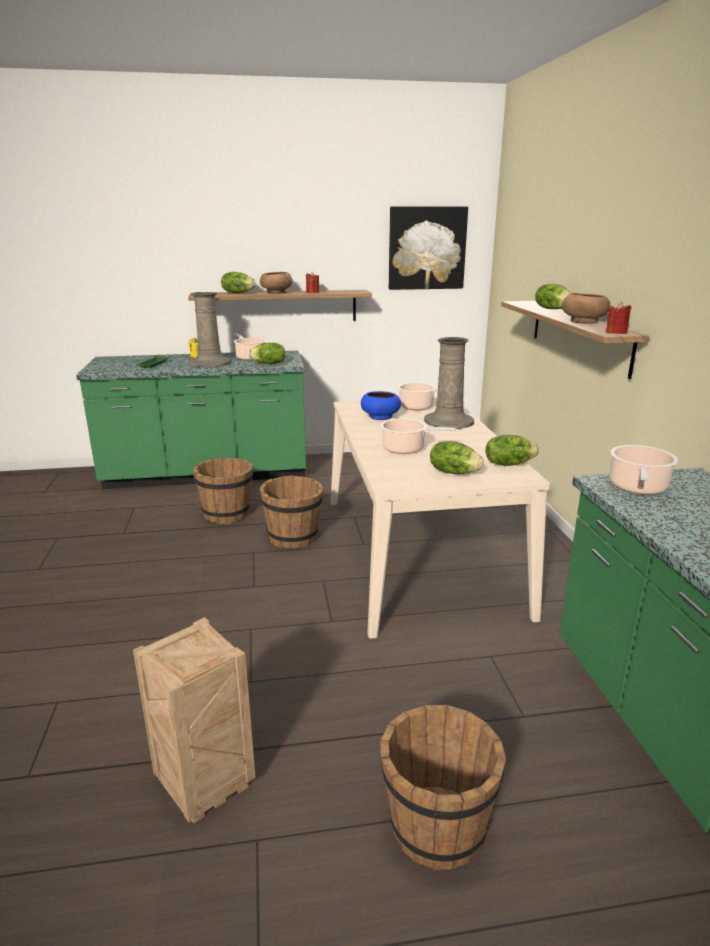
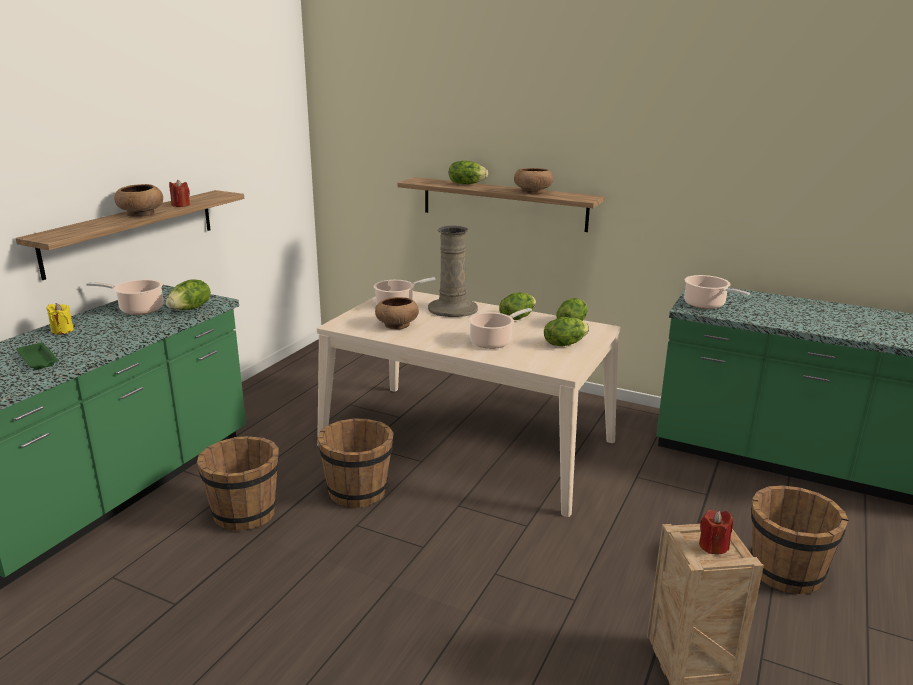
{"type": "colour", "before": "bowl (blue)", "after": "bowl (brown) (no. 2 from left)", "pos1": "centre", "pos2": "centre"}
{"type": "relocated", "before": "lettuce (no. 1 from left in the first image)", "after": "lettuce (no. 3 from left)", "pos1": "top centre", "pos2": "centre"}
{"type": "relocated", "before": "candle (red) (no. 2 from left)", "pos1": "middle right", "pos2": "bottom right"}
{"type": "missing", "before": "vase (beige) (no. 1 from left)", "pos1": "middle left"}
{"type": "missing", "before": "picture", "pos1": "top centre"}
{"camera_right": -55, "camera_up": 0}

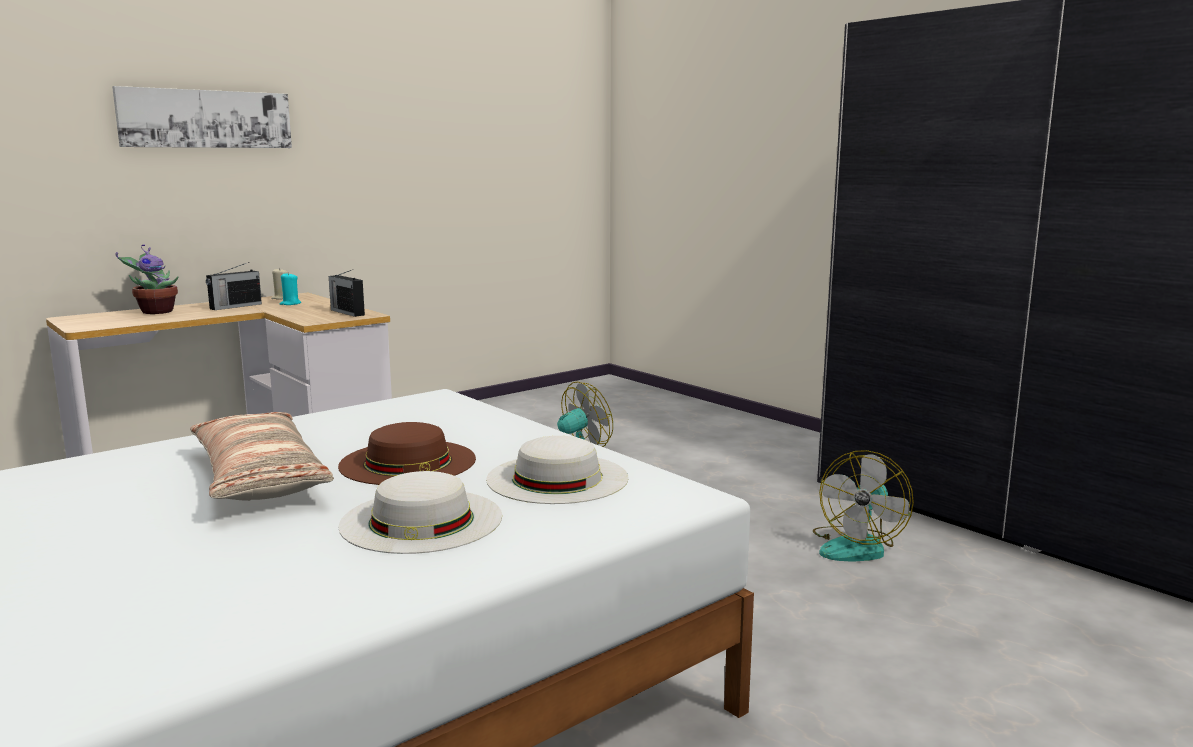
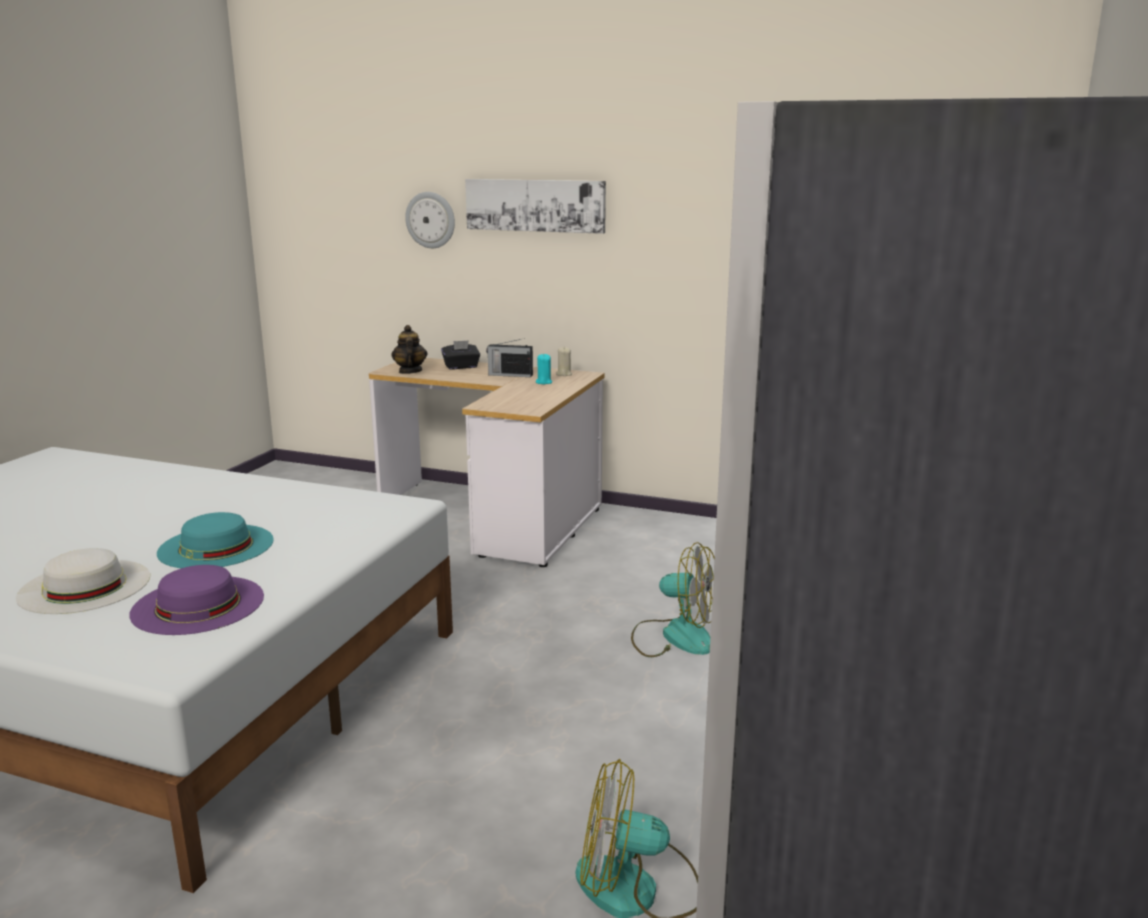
{"type": "colour", "before": "hat (white) (no. 2 from left)", "after": "hat (purple)", "pos1": "centre", "pos2": "middle left"}
{"type": "colour", "before": "hat (brown)", "after": "hat (turquoise)", "pos1": "centre", "pos2": "middle left"}
{"type": "appeared", "after": "teapot", "pos2": "centre"}
{"type": "appeared", "after": "wall clock", "pos2": "top centre"}
{"type": "exchanged", "before": "potted plant", "after": "tissue box (black)", "pos1": "middle left", "pos2": "centre"}
{"type": "missing", "before": "pillow", "pos1": "middle left"}
{"type": "missing", "before": "radio (no. 2 from left)", "pos1": "middle left"}
{"camera_right": 60, "camera_up": 5}

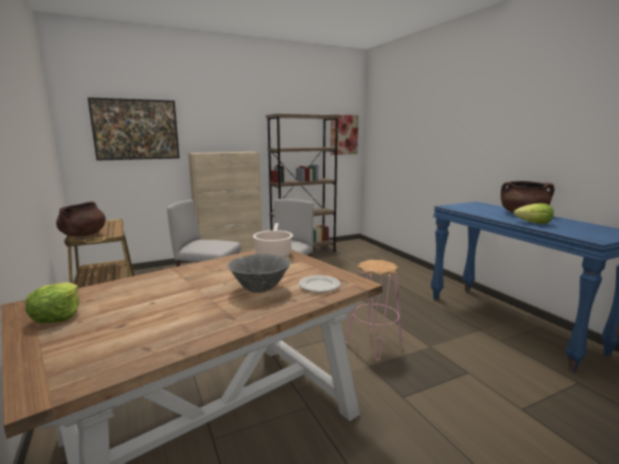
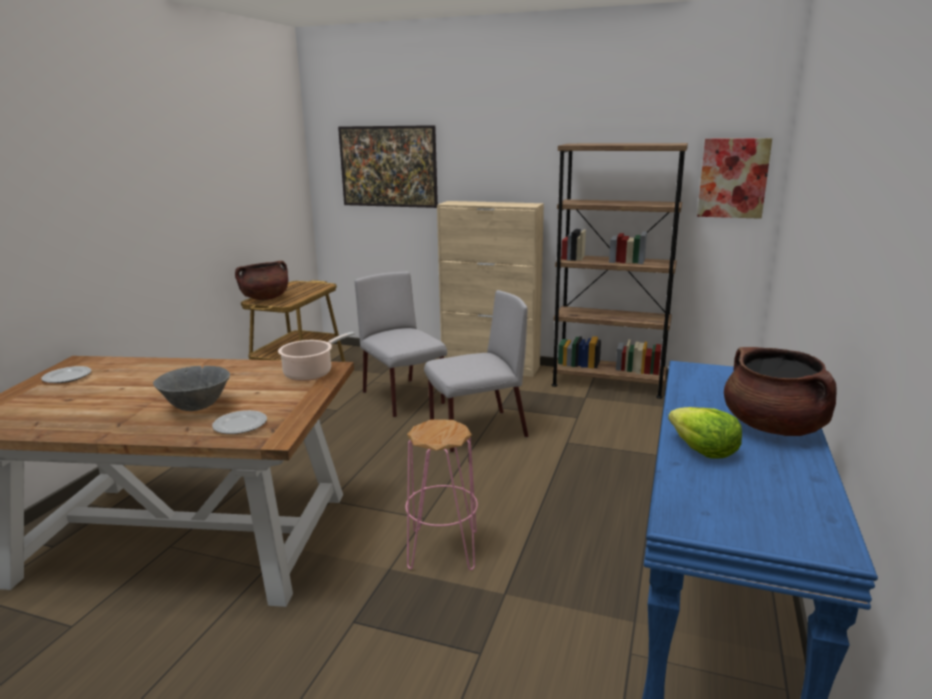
{"type": "exchanged", "before": "lettuce (no. 1 from left)", "after": "plate (no. 1 from left)", "pos1": "middle left", "pos2": "middle left"}
{"camera_right": 45, "camera_up": 5}

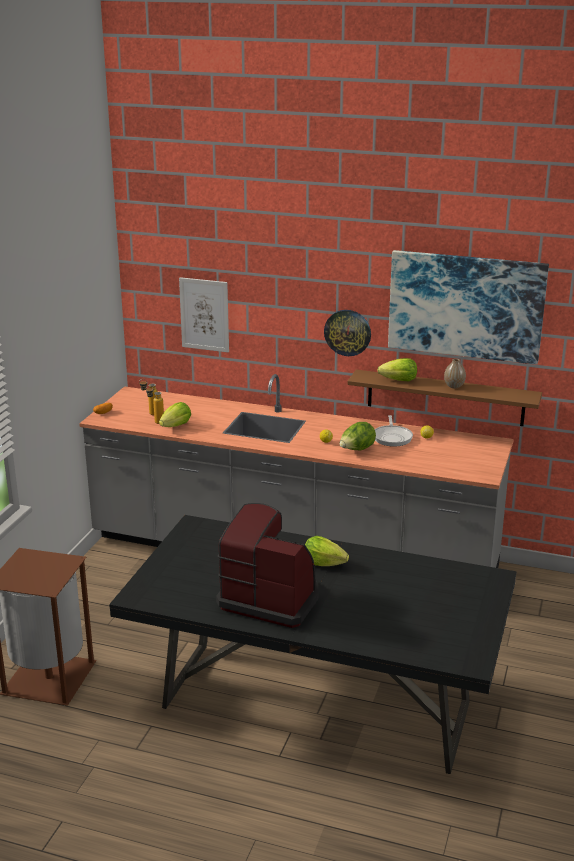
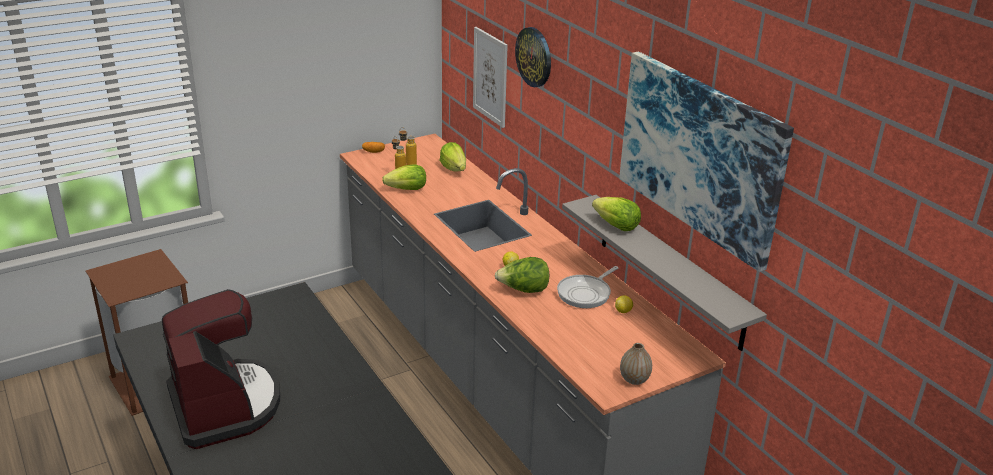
{"type": "relocated", "before": "lettuce (no. 2 from left)", "pos1": "centre", "pos2": "top centre"}
{"type": "relocated", "before": "wall clock", "pos1": "centre", "pos2": "top centre"}
{"type": "colour", "before": "shelf (brown)", "after": "shelf (grey)", "pos1": "middle right", "pos2": "middle right"}
{"type": "relocated", "before": "vase", "pos1": "middle right", "pos2": "bottom centre"}
{"camera_right": 40, "camera_up": 5}

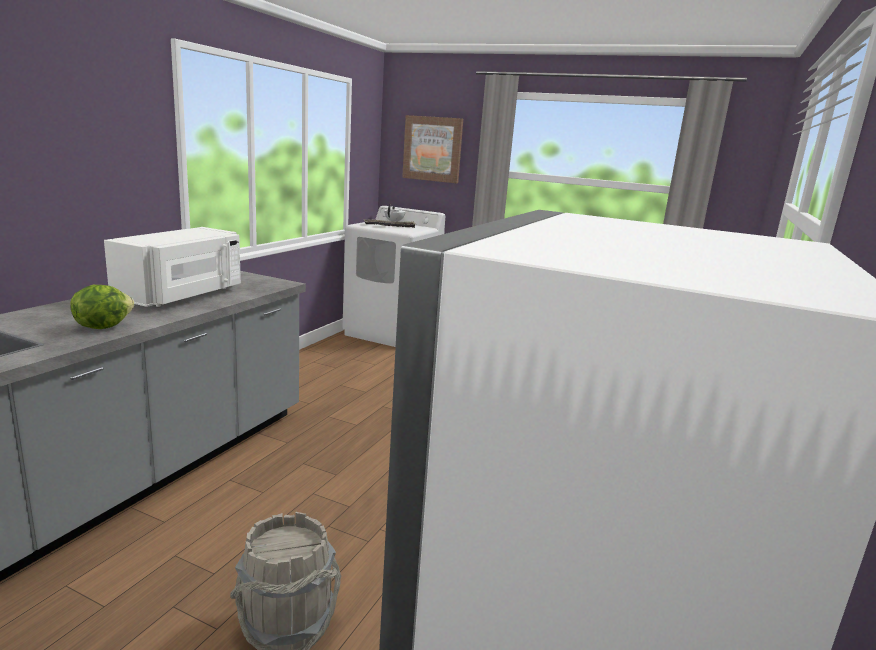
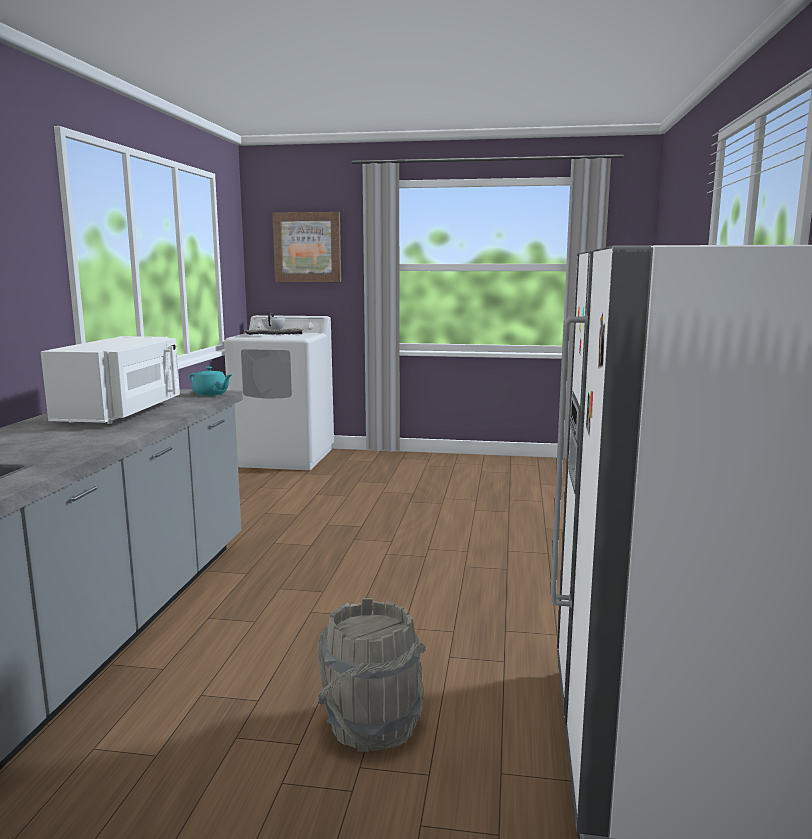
{"type": "appeared", "after": "teapot (turquoise)", "pos2": "middle left"}
{"type": "missing", "before": "lettuce", "pos1": "middle left"}
{"camera_right": -15, "camera_up": -5}

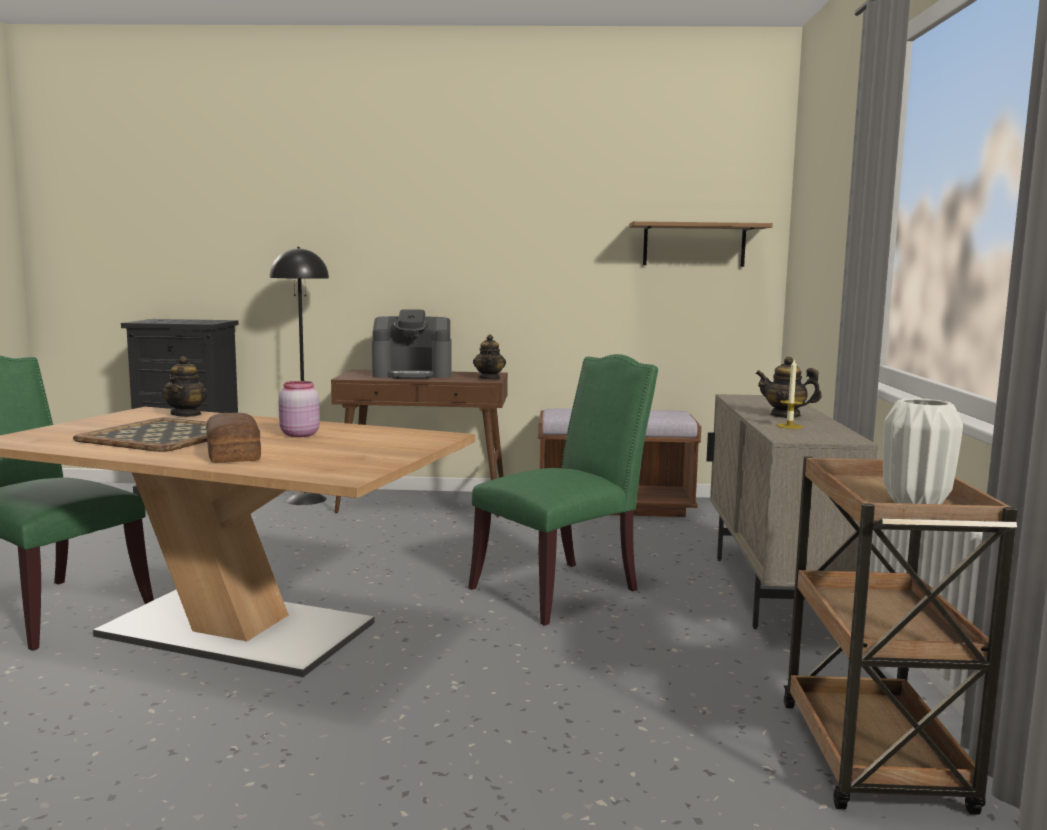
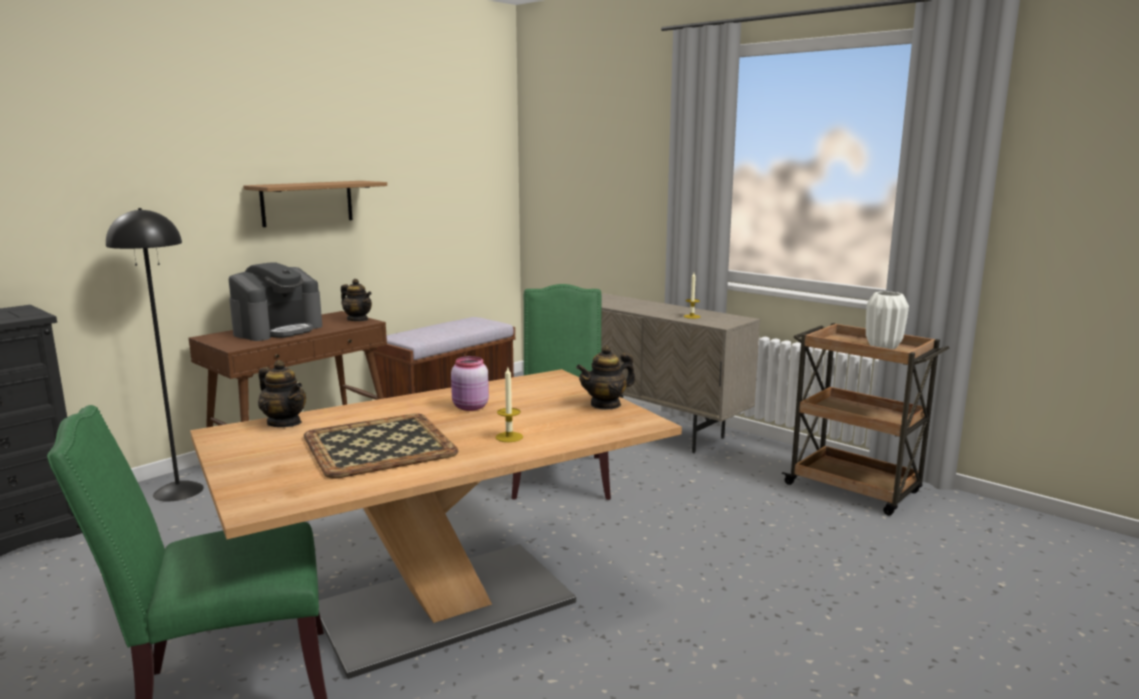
{"type": "relocated", "before": "shelf", "pos1": "top right", "pos2": "top left"}
{"type": "exchanged", "before": "bread", "after": "candle (no. 1 from left)", "pos1": "middle left", "pos2": "centre"}
{"type": "relocated", "before": "teapot (no. 3 from left)", "pos1": "middle right", "pos2": "centre"}
{"camera_right": -50, "camera_up": 5}

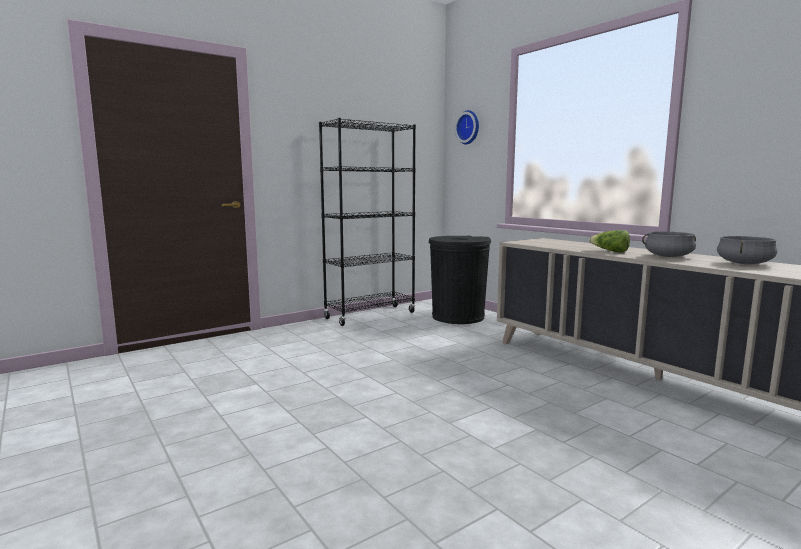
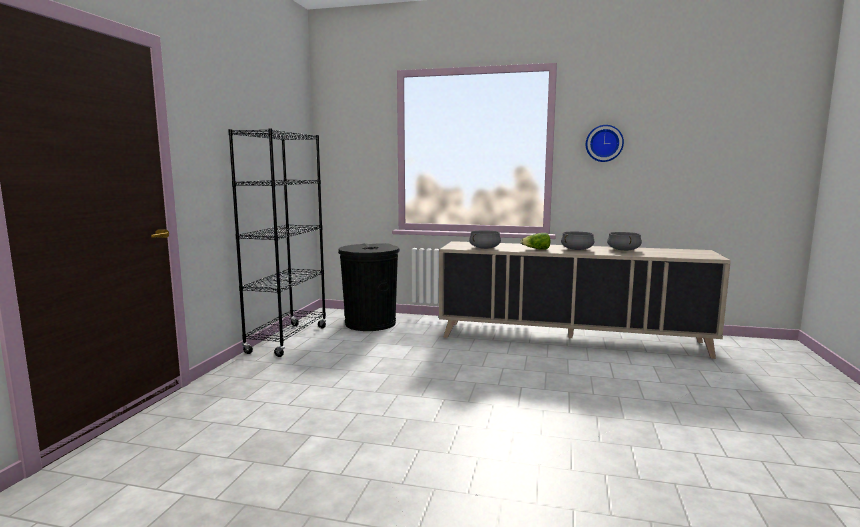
{"type": "appeared", "after": "cooking pot (grey) (no. 1 from left)", "pos2": "centre"}
{"type": "relocated", "before": "wall clock", "pos1": "top centre", "pos2": "top right"}
{"camera_right": -40, "camera_up": 0}

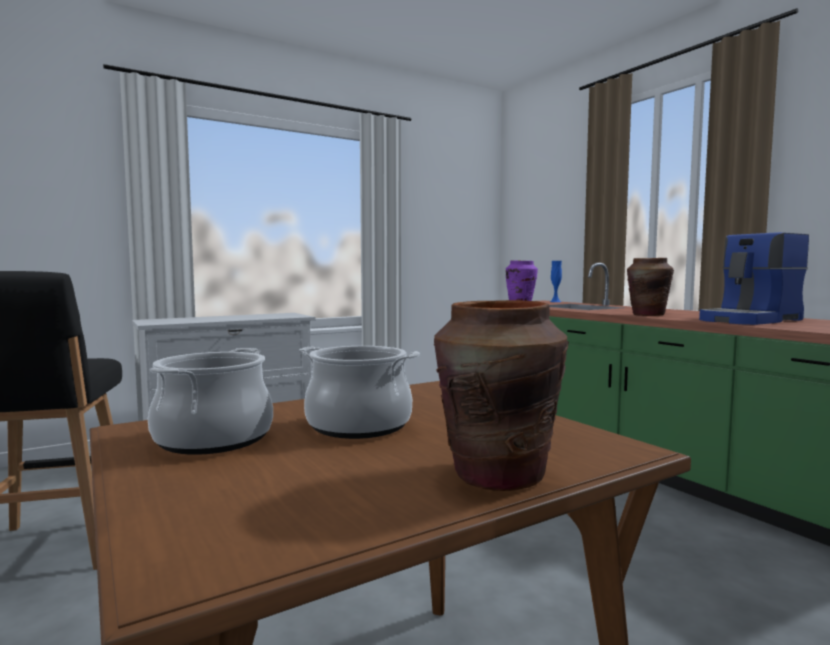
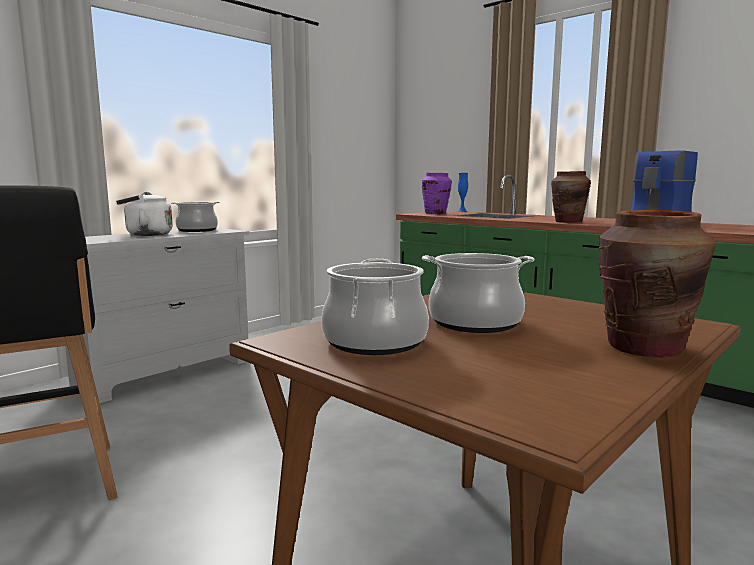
{"type": "appeared", "after": "kettle (white)", "pos2": "middle left"}
{"type": "appeared", "after": "cooking pot (no. 1 from left)", "pos2": "middle left"}
{"camera_right": -15, "camera_up": 5}

